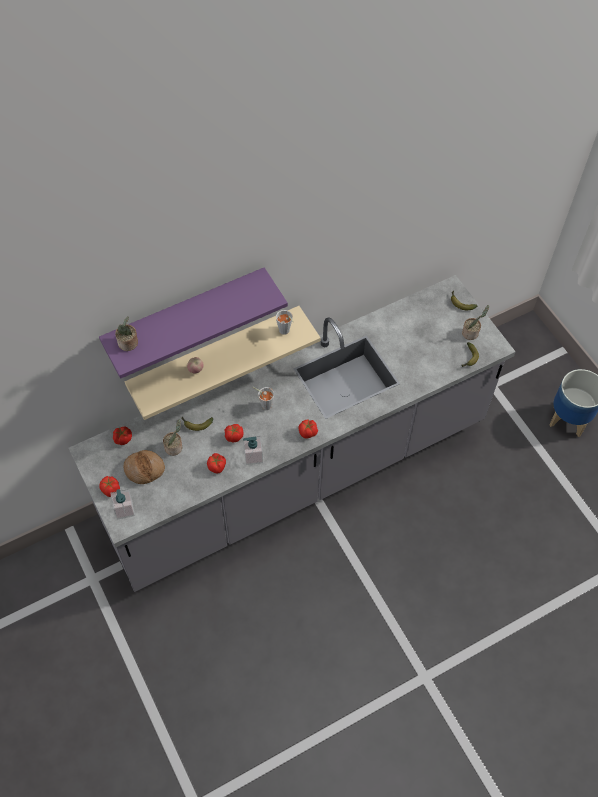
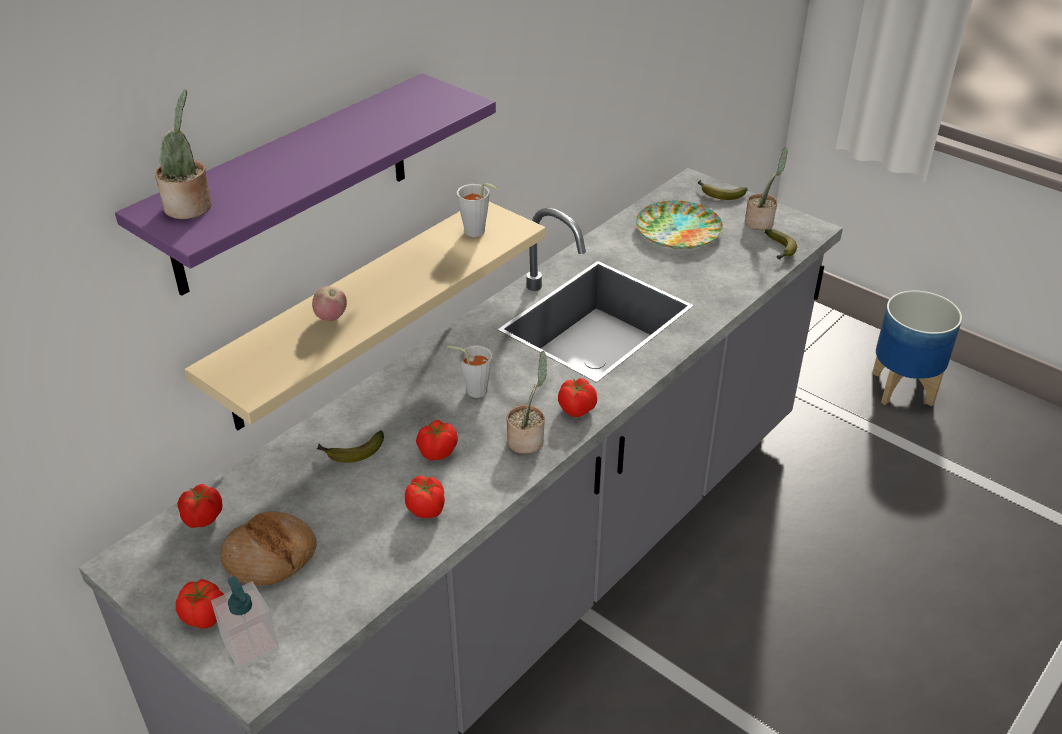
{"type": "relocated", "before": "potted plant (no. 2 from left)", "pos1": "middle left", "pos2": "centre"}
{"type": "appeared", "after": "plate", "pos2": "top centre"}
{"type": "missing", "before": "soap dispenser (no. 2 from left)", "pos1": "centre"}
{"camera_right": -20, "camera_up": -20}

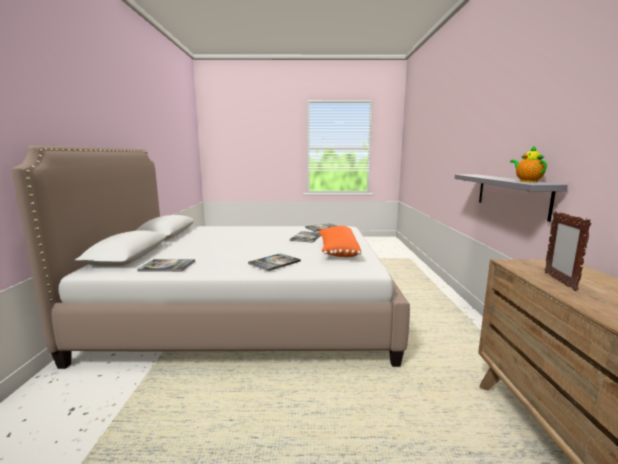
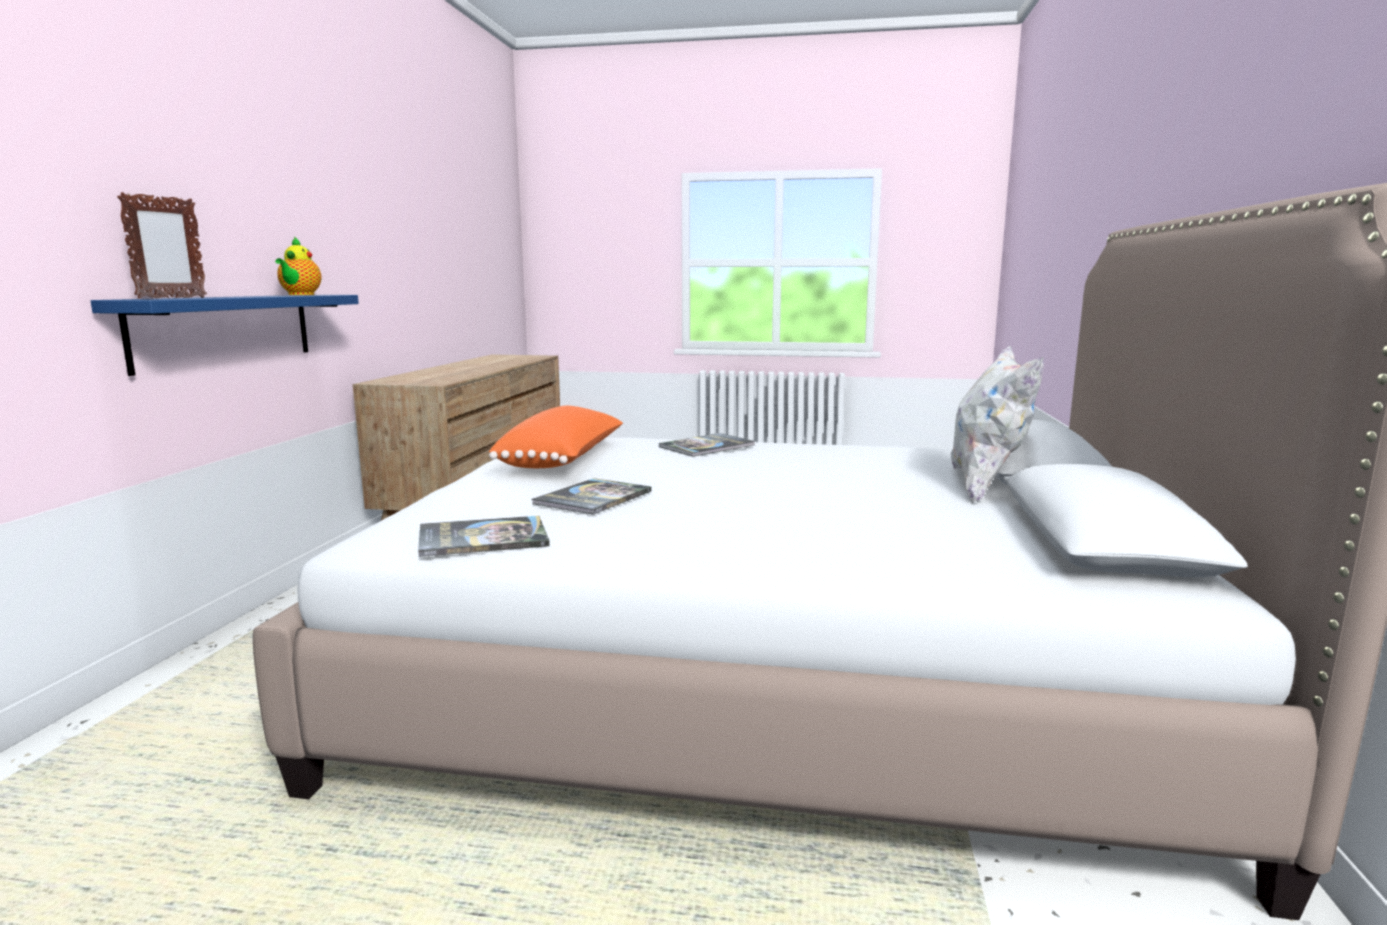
{"type": "colour", "before": "shelf (grey)", "after": "shelf (blue)", "pos1": "middle right", "pos2": "middle left"}
{"type": "relocated", "before": "picture frame", "pos1": "middle right", "pos2": "top left"}
{"type": "appeared", "after": "pillow (white)", "pos2": "middle right"}
{"type": "missing", "before": "book (no. 1 from left)", "pos1": "middle left"}
{"camera_right": -170, "camera_up": 0}

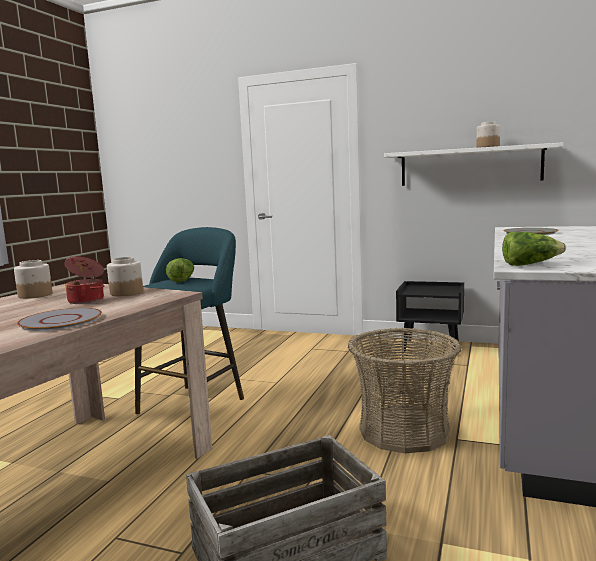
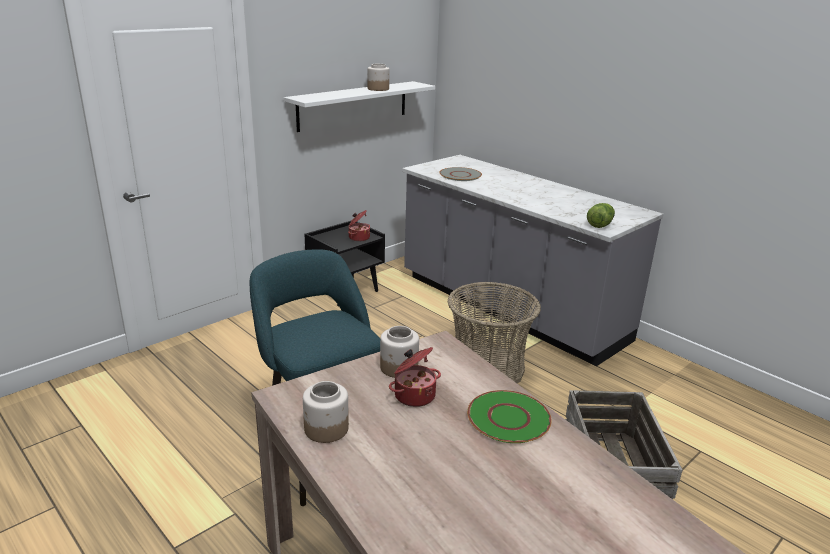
{"type": "appeared", "after": "cooking pot (no. 1 from left)", "pos2": "centre"}
{"type": "colour", "before": "plate (grey) (no. 1 from left)", "after": "plate (green)", "pos1": "middle left", "pos2": "bottom centre"}
{"type": "missing", "before": "lettuce (no. 1 from left)", "pos1": "middle left"}
{"camera_right": -65, "camera_up": 15}

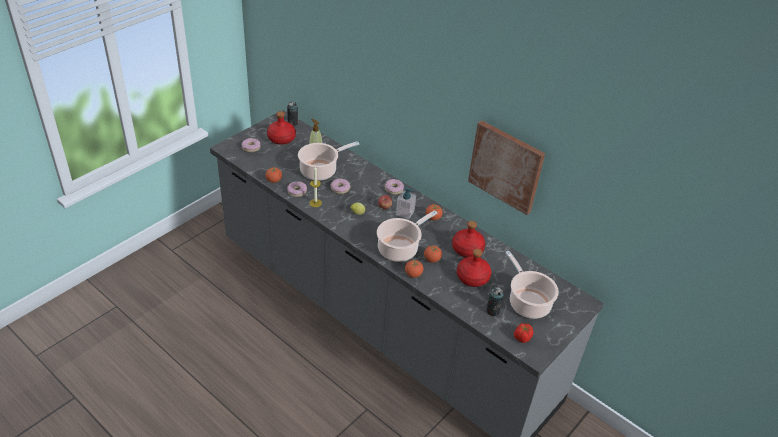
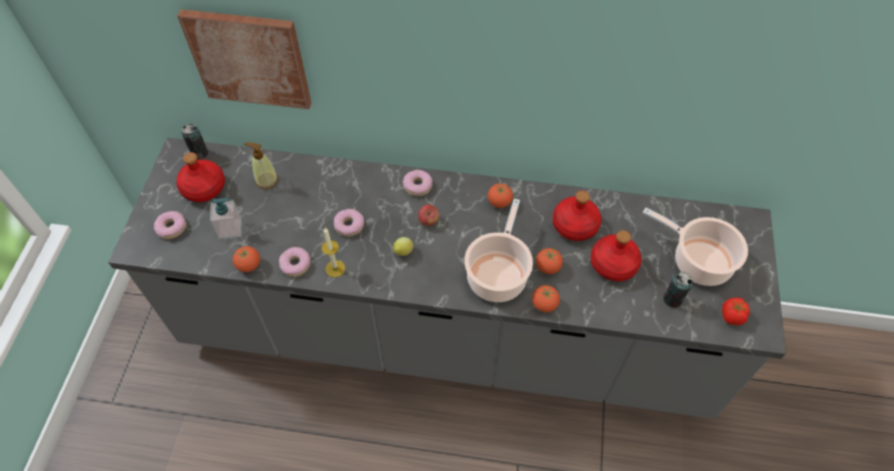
{"type": "relocated", "before": "picture", "pos1": "centre", "pos2": "top left"}
{"type": "relocated", "before": "soap dispenser (no. 2 from left in the first image)", "after": "soap dispenser (no. 1 from left)", "pos1": "centre", "pos2": "middle left"}
{"type": "missing", "before": "cooking pot (no. 1 from left)", "pos1": "centre"}
{"camera_right": -30, "camera_up": 15}

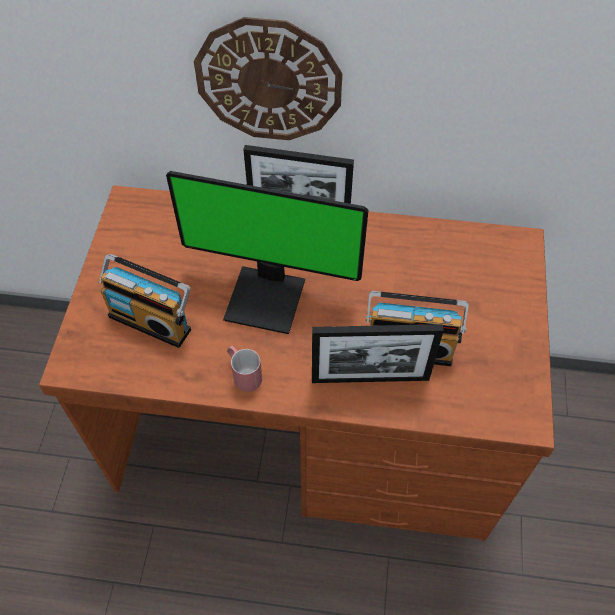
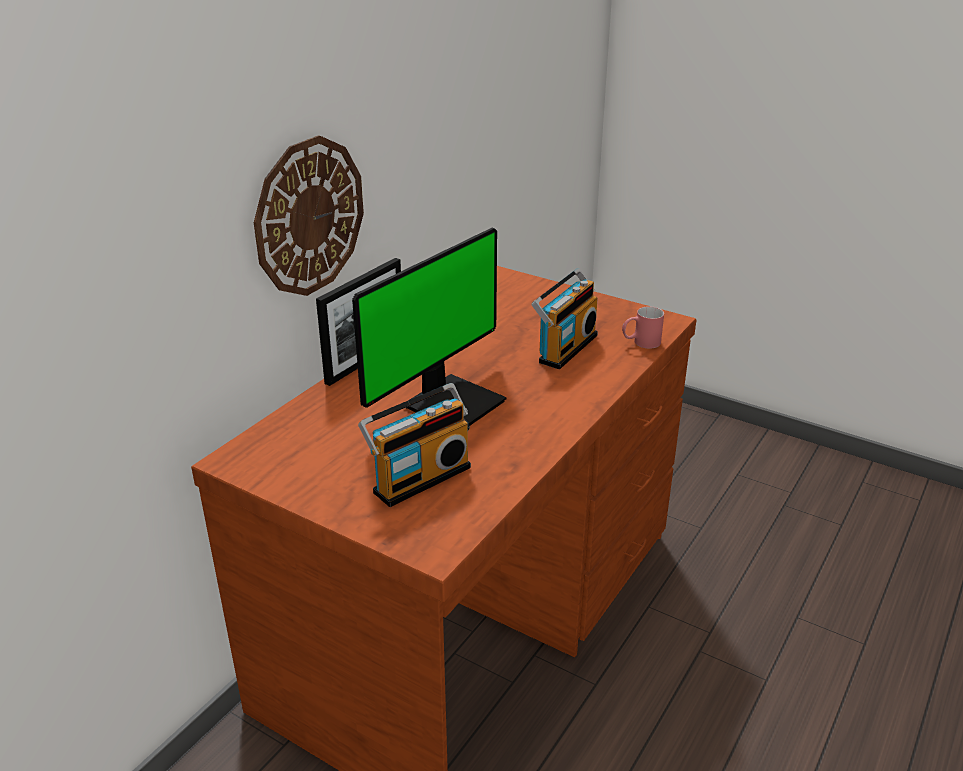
{"type": "relocated", "before": "mug (red)", "pos1": "centre", "pos2": "middle right"}
{"type": "missing", "before": "picture frame (no. 2 from left)", "pos1": "centre"}
{"camera_right": -65, "camera_up": -25}

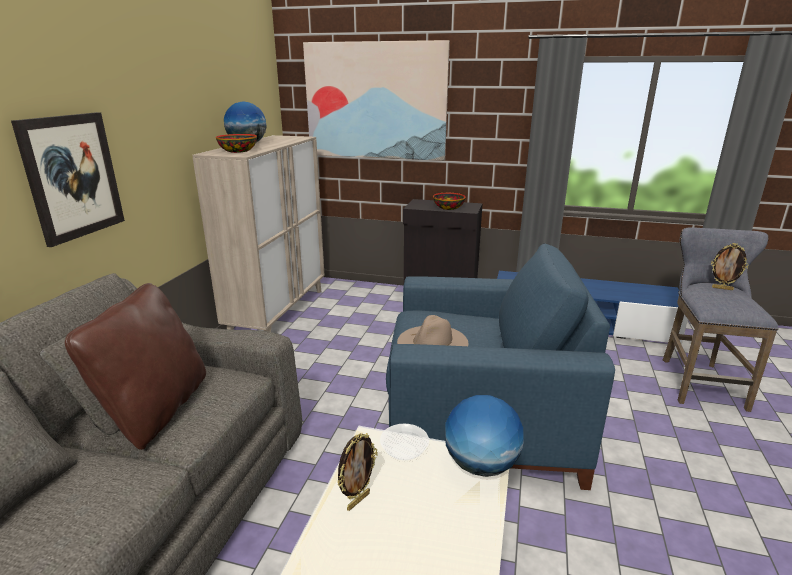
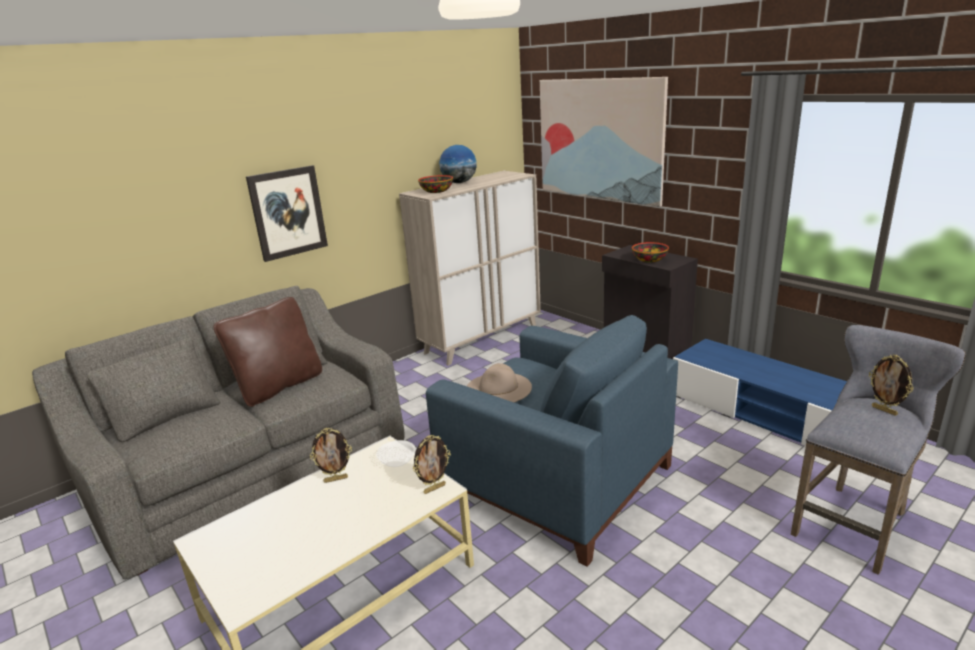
{"type": "exchanged", "before": "globe (no. 2 from left)", "after": "picture frame (no. 2 from left)", "pos1": "bottom centre", "pos2": "bottom centre"}
{"camera_right": 35, "camera_up": 0}

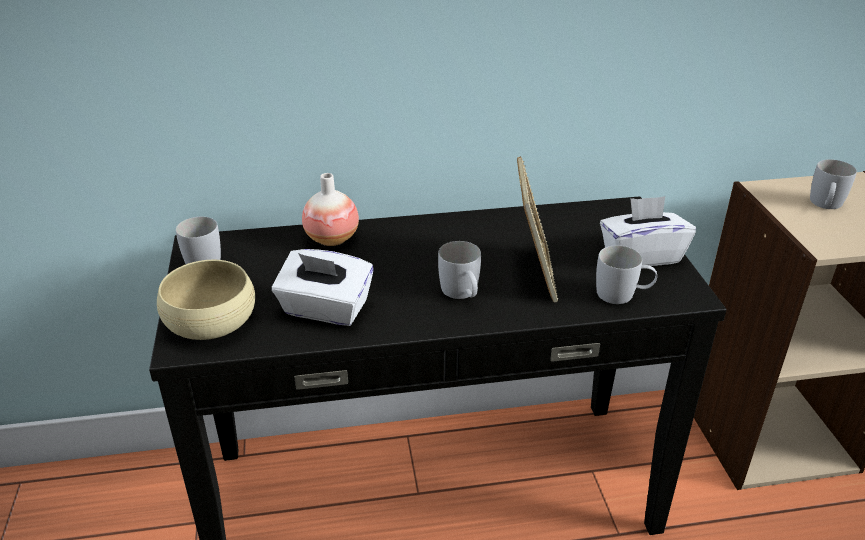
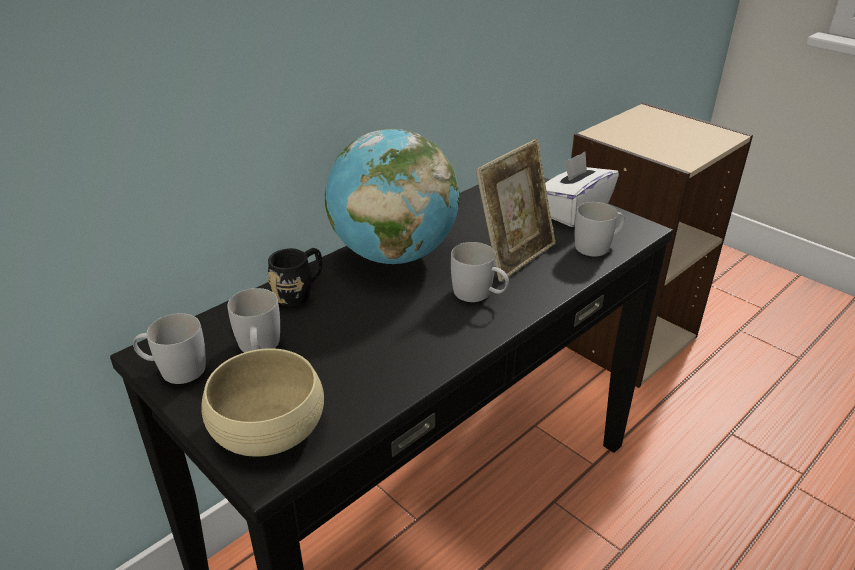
{"type": "relocated", "before": "mug (white) (no. 4 from left in the first image)", "after": "mug (white) (no. 2 from left)", "pos1": "middle right", "pos2": "middle left"}
{"type": "exchanged", "before": "vase", "after": "mug (black)", "pos1": "centre", "pos2": "centre"}
{"type": "appeared", "after": "globe", "pos2": "centre"}
{"type": "spun", "before": "picture frame", "pos1": "centre", "pos2": "centre", "turn": 75}
{"type": "missing", "before": "tissue box (white) (no. 1 from left)", "pos1": "centre"}
{"camera_right": -35, "camera_up": 0}

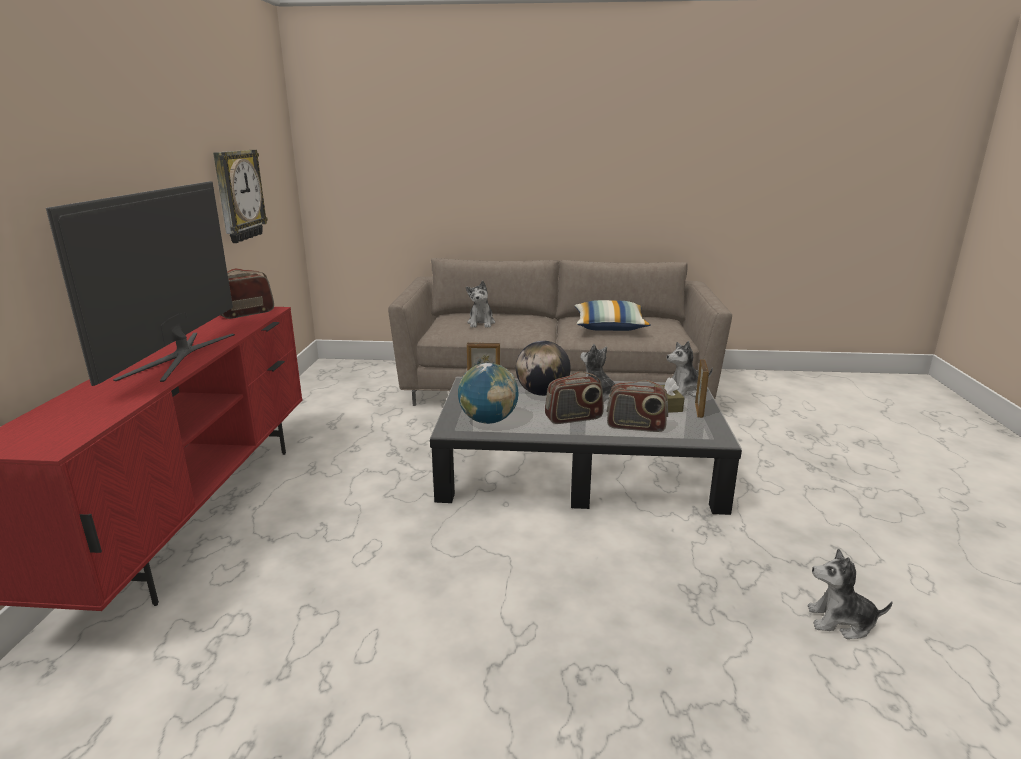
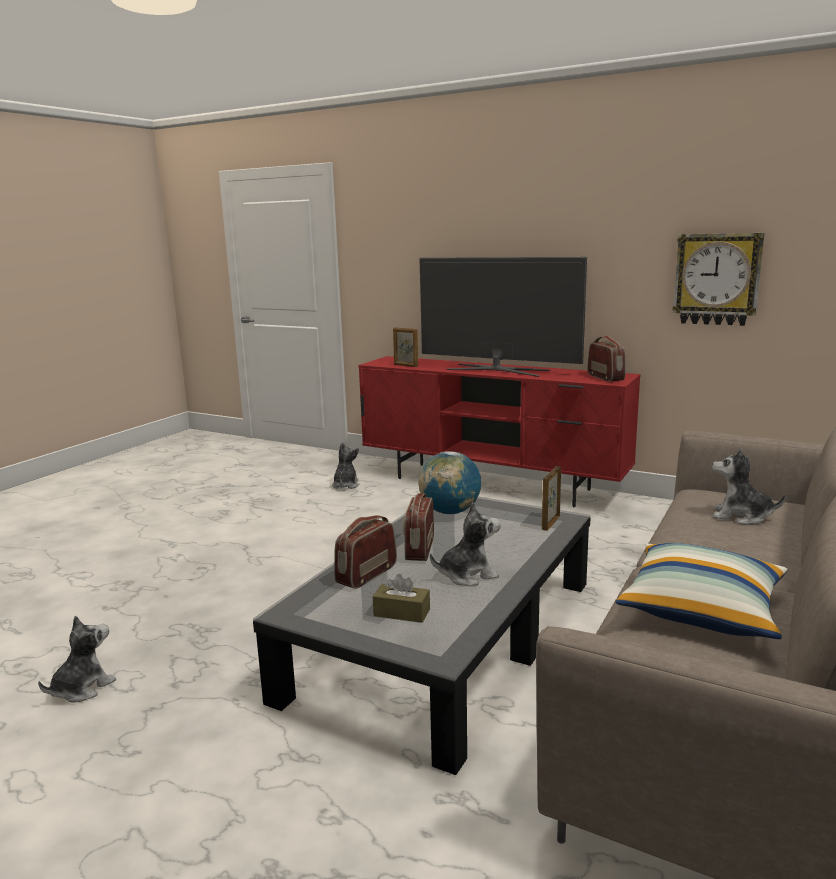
{"type": "relocated", "before": "plush toy (no. 3 from left in the first image)", "after": "plush toy (no. 2 from left)", "pos1": "middle right", "pos2": "centre"}
{"type": "relocated", "before": "picture frame (no. 2 from left in the first image)", "after": "picture frame (no. 1 from left)", "pos1": "middle right", "pos2": "centre"}
{"type": "missing", "before": "globe (no. 2 from left)", "pos1": "centre"}
{"camera_right": 115, "camera_up": -5}

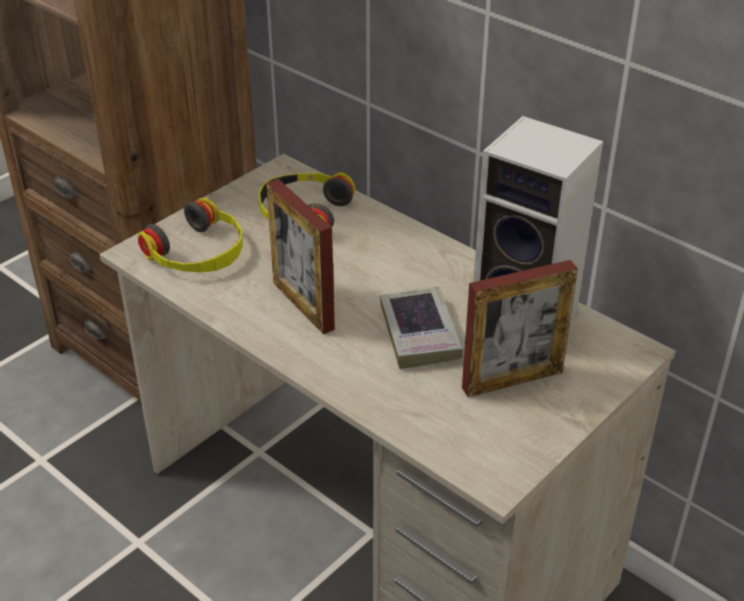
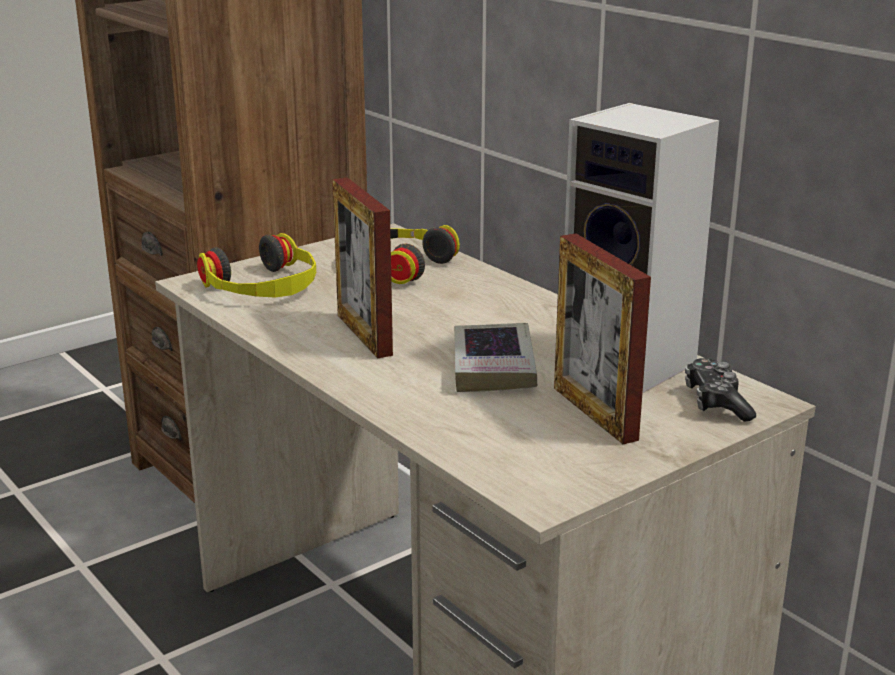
{"type": "spun", "before": "picture frame (no. 2 from left)", "pos1": "middle right", "pos2": "middle right", "turn": 75}
{"type": "appeared", "after": "game controller", "pos2": "middle right"}
{"camera_right": 10, "camera_up": -15}

